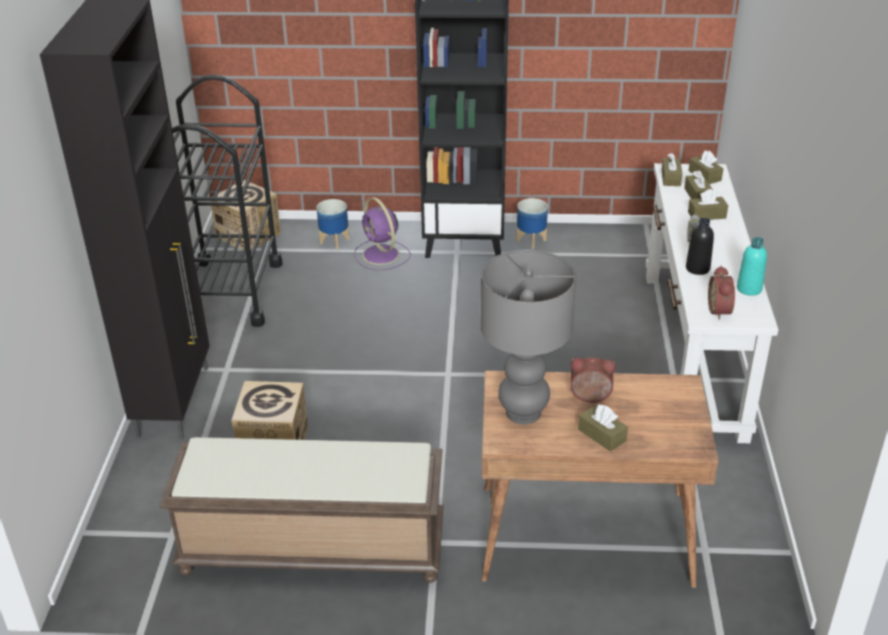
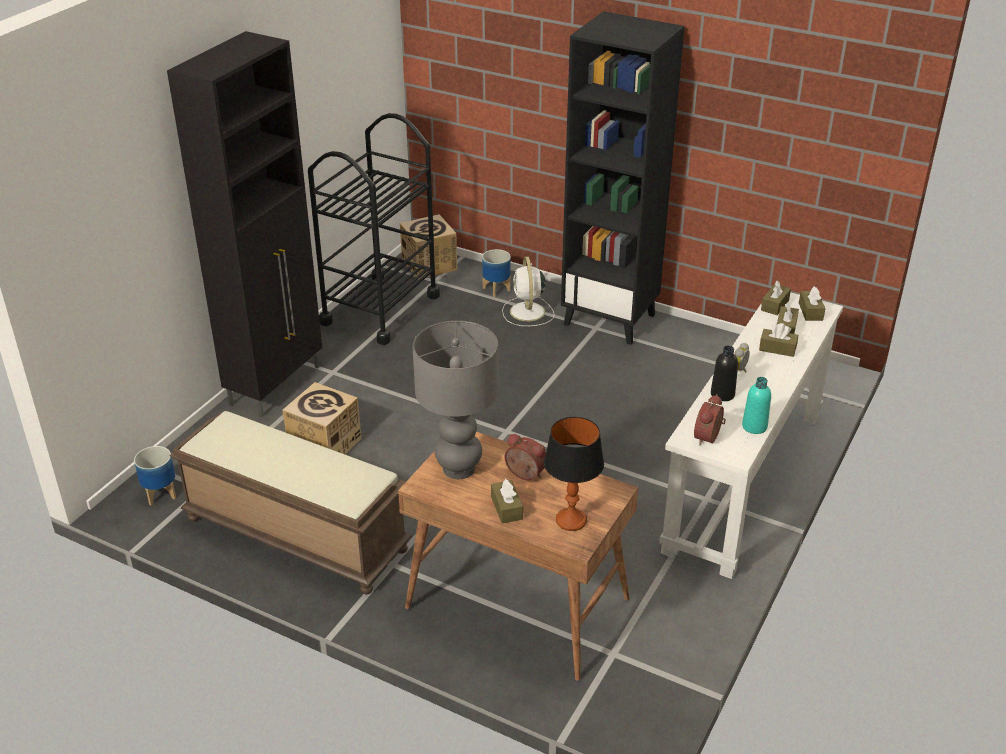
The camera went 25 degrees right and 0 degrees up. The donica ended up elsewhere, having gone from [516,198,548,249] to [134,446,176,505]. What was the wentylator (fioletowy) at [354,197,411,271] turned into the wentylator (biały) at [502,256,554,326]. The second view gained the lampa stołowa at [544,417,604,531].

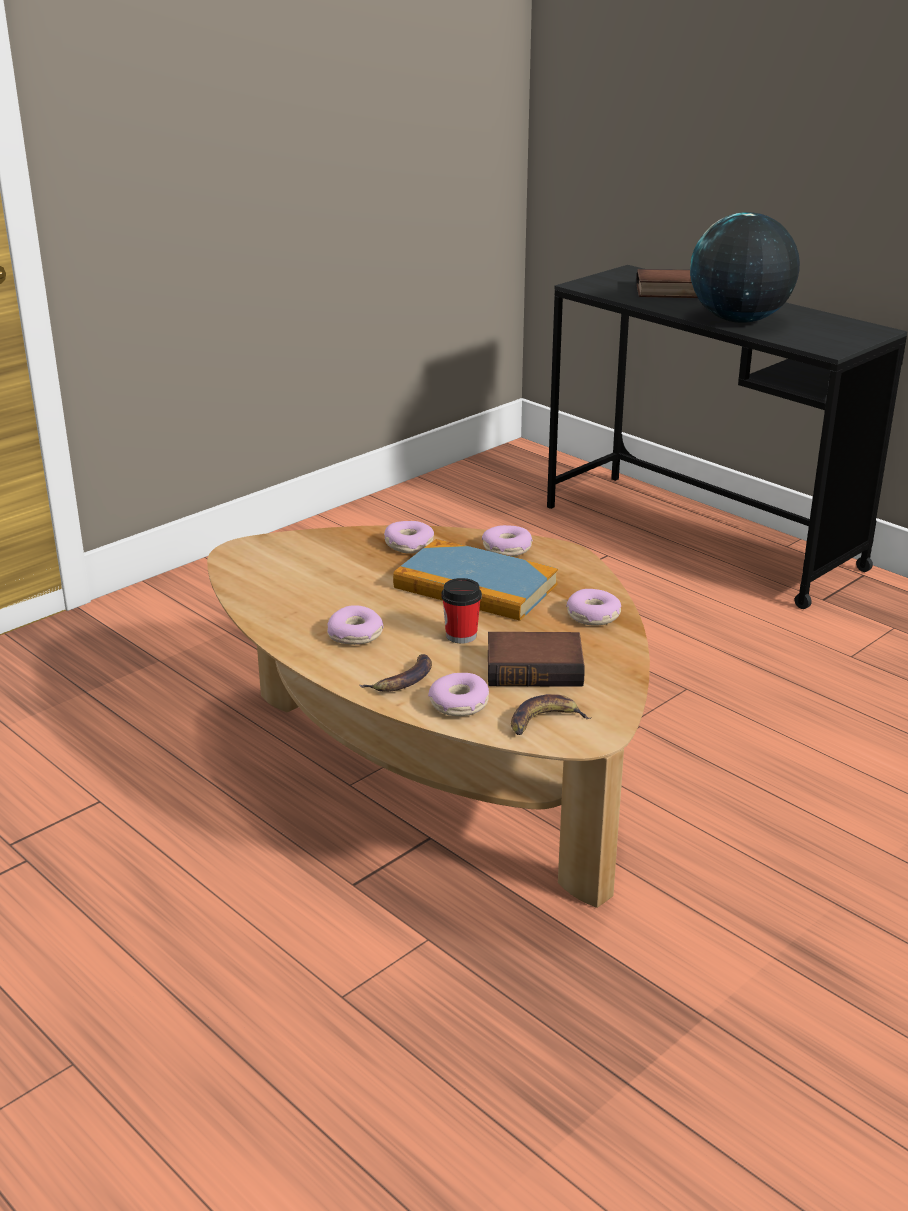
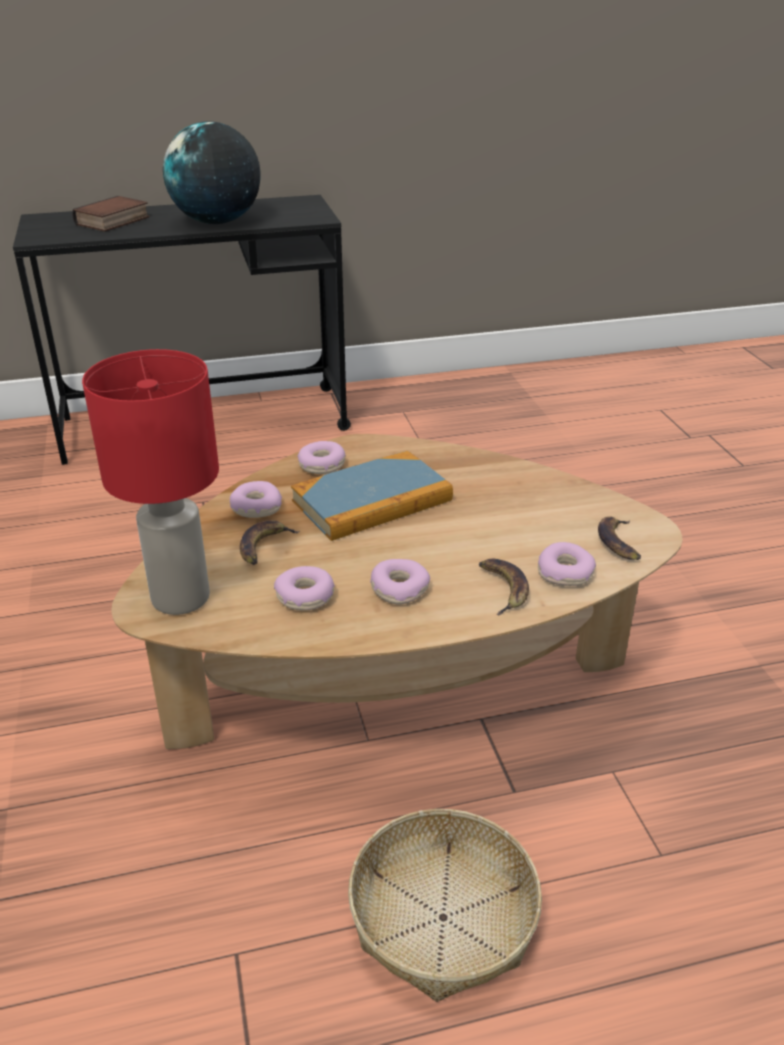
The camera went 60 degrees left and 5 degrees up. The second view gained the lampa stołowa (czerwony) at [82,349,219,615]. The second view gained the banan at [240,520,300,565]. The donut ended up elsewhere, having gone from [566,589,621,626] to [274,566,335,611]. The second view gained the koszyk at [348,809,542,1002]. The second view lost the filiżanka at [441,578,482,643]. The second view lost the książka at [488,632,585,687].

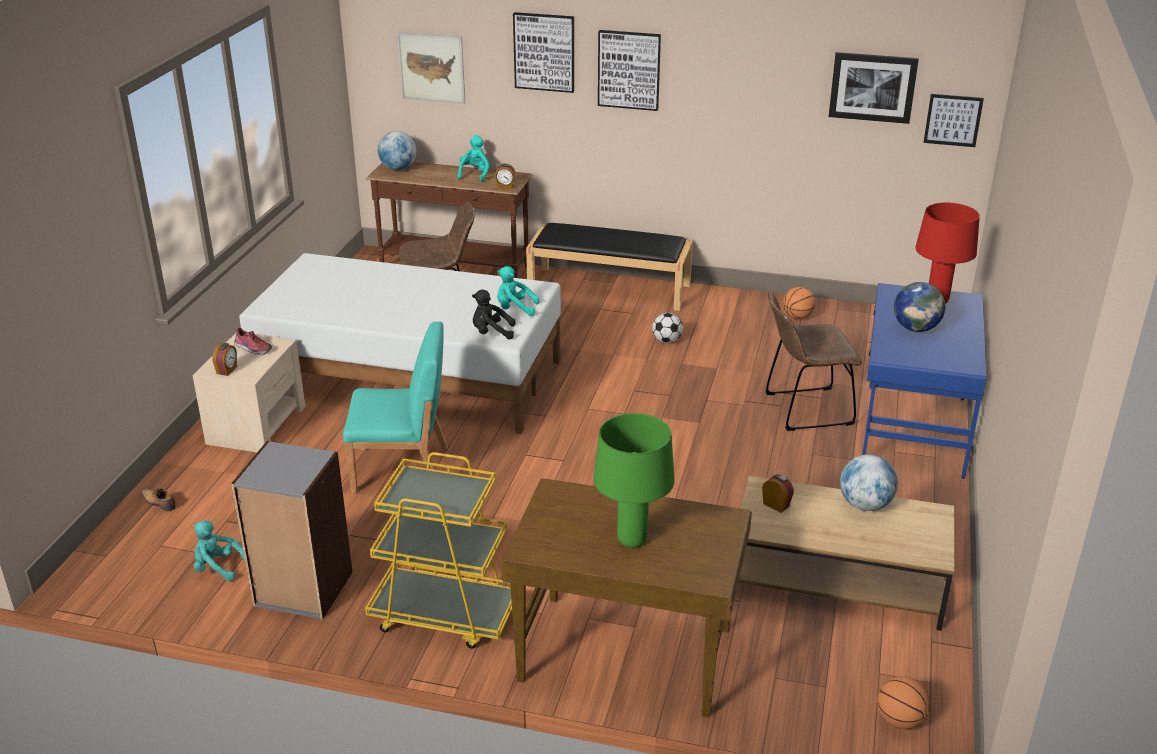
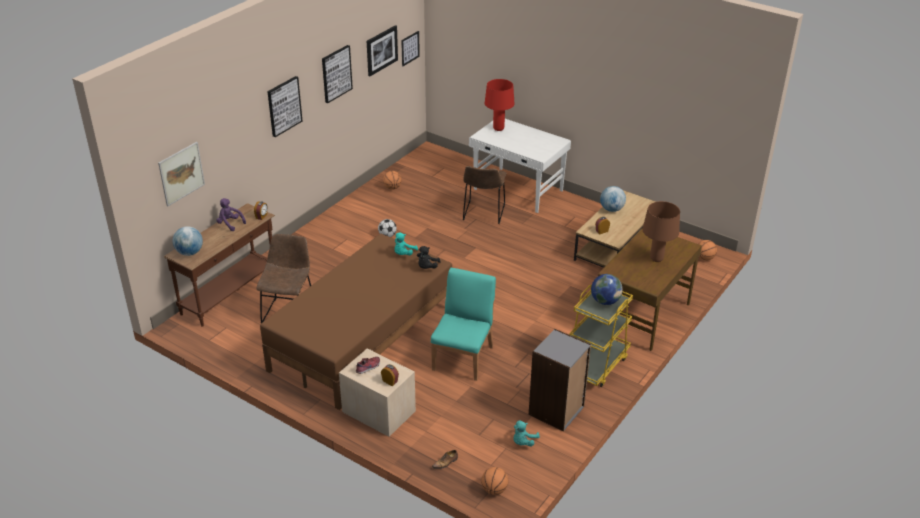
The camera went 70 degrees left and 5 degrees up. What was the pluszak (turkusowy) at [457,135,489,182] turned into the pluszak (fioletowy) at [216,198,246,231]. What was the łóżko (biały) at [239,253,561,434] turned into the łóżko (brązowy) at [260,234,452,410]. The obraz ended up elsewhere, having gone from [513,12,574,93] to [322,45,353,103]. What was the biurko (niebieski) at [862,283,987,479] turned into the biurko (biały) at [469,119,571,213]. The second view gained the piłka do koszykówki at [481,467,509,495]. The globus ended up elsewhere, having gone from [894,282,945,332] to [591,274,623,305]. What was the lampa stołowa (zielony) at [593,413,675,548] turned into the lampa stołowa (brązowy) at [643,201,680,262]. The second view lost the ławka (czarny) at [526,223,693,311].

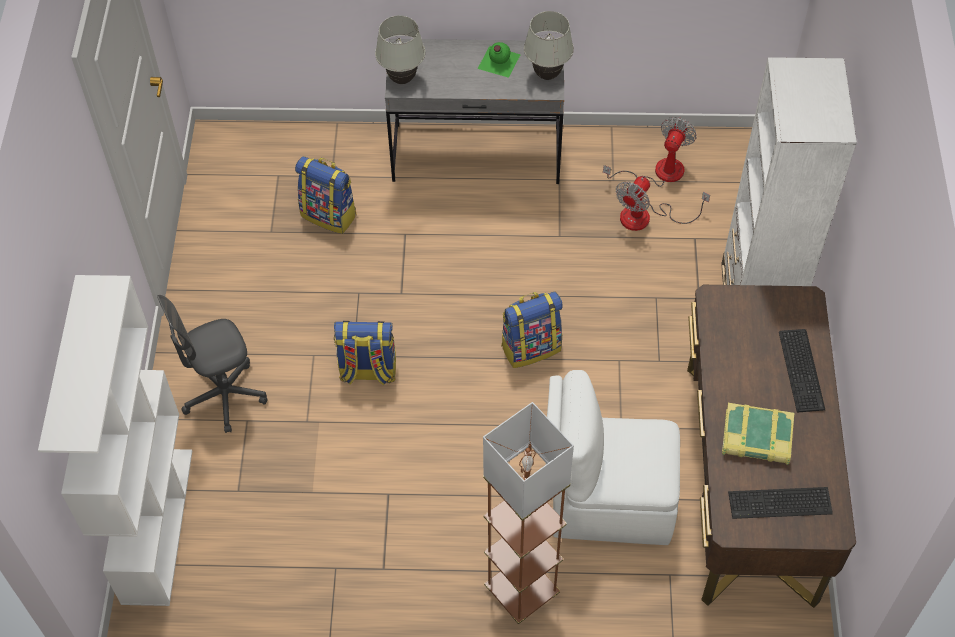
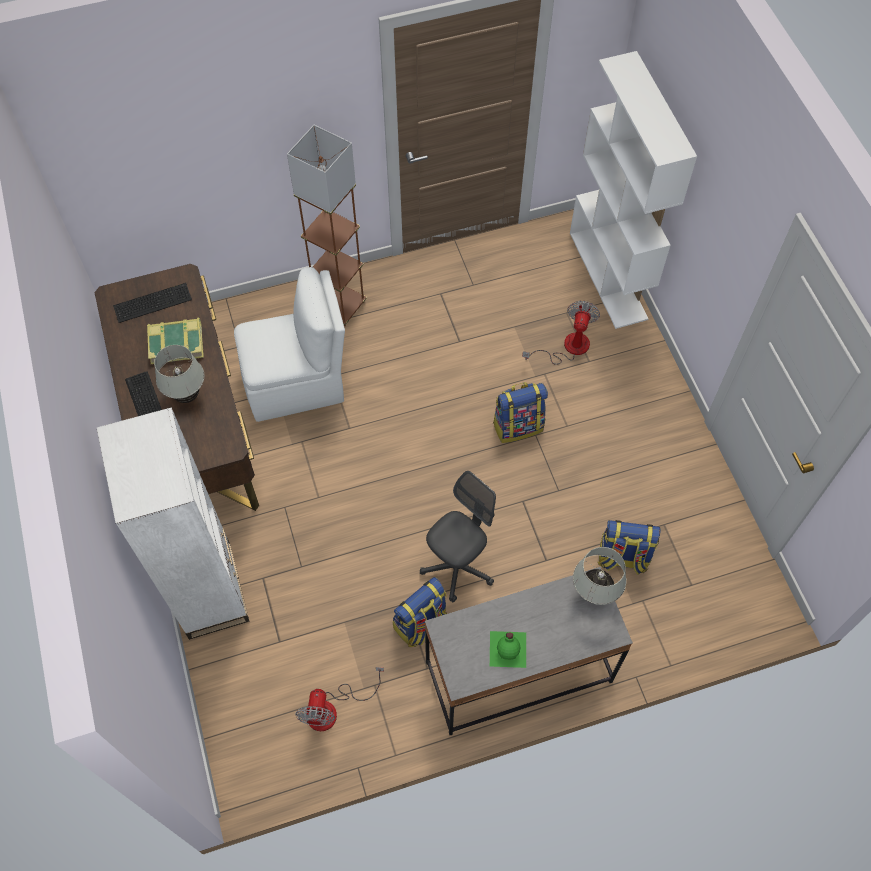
The camera went 160 degrees right and 5 degrees up. The lampa stołowa (biały) ended up elsewhere, having gone from [524,11,574,80] to [154,345,204,403]. The plecak ended up elsewhere, having gone from [501,292,563,368] to [393,577,447,647]. The krzesło biurowe (szary) ended up elsewhere, having gone from [157,295,268,433] to [420,471,496,602]. The wentylator ended up elsewhere, having gone from [616,176,710,231] to [522,301,600,365].

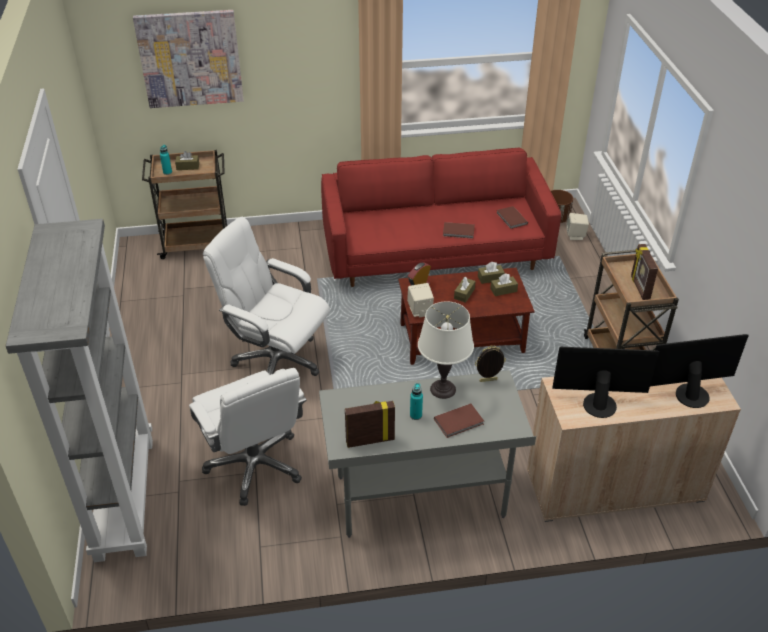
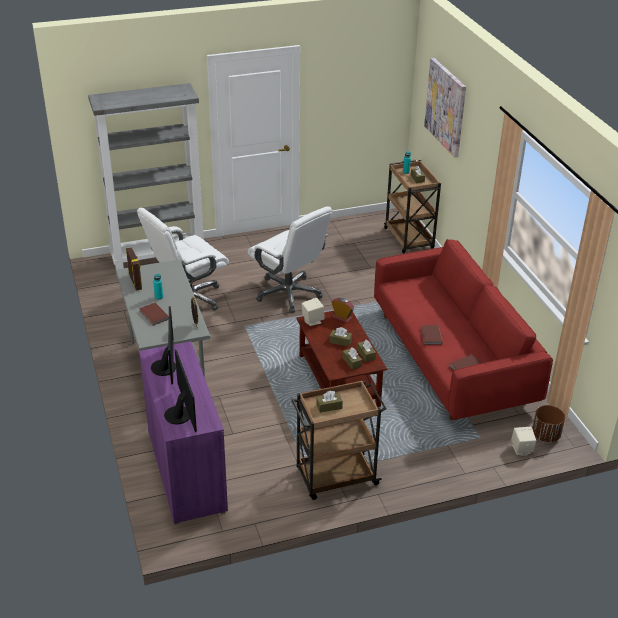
The camera went 80 degrees right and 5 degrees down. What was the szafka (beżowy) at [527,377,741,522] turned into the szafka (fioletowy) at [139,341,228,525]. The krzesło biurowe (biały) at [203,217,330,376] ended up facing another way, 120 degrees clockwise from before. Where the ramka na zdjęcie stood at [631,244,658,300], the pudełko chusteczek (brązowy) came to stand at [316,391,343,413]. The second view lost the lampa stołowa (biały) at [418,301,474,399].

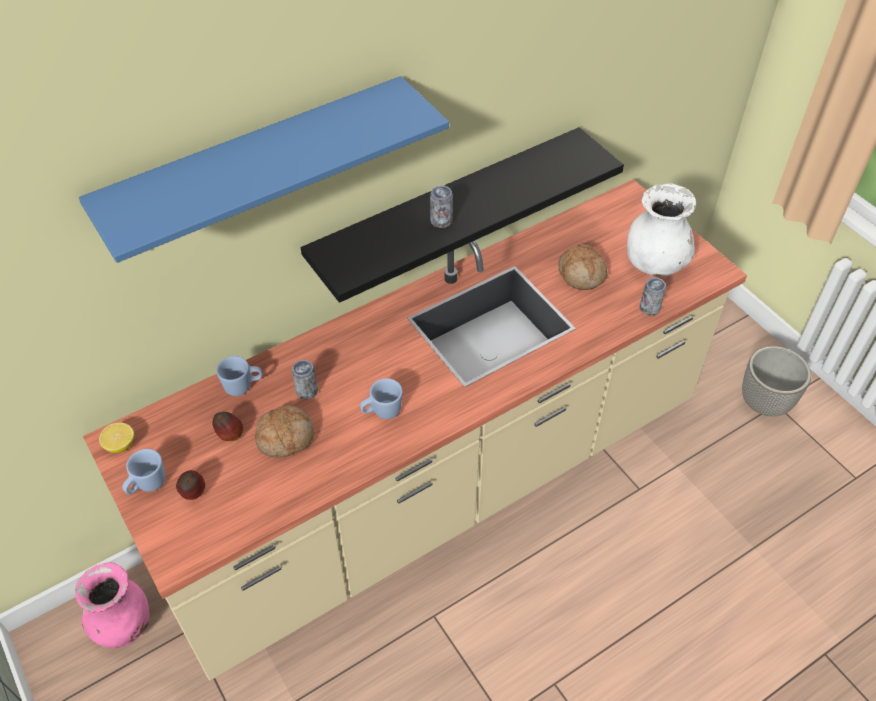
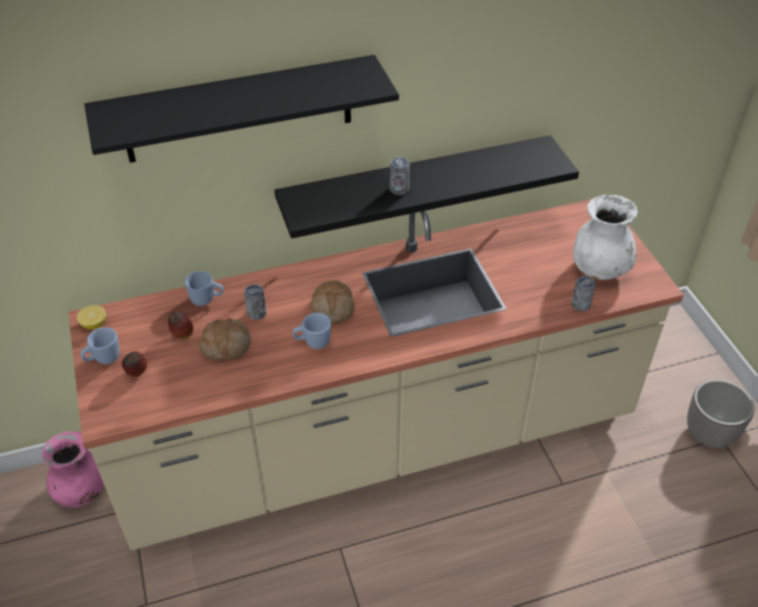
The camera went 15 degrees right and 5 degrees down. What was the półka (niebieski) at [79,76,449,263] turned into the półka (czarny) at [84,55,399,163]. The chleb ended up elsewhere, having gone from [558,244,608,290] to [311,280,354,324].

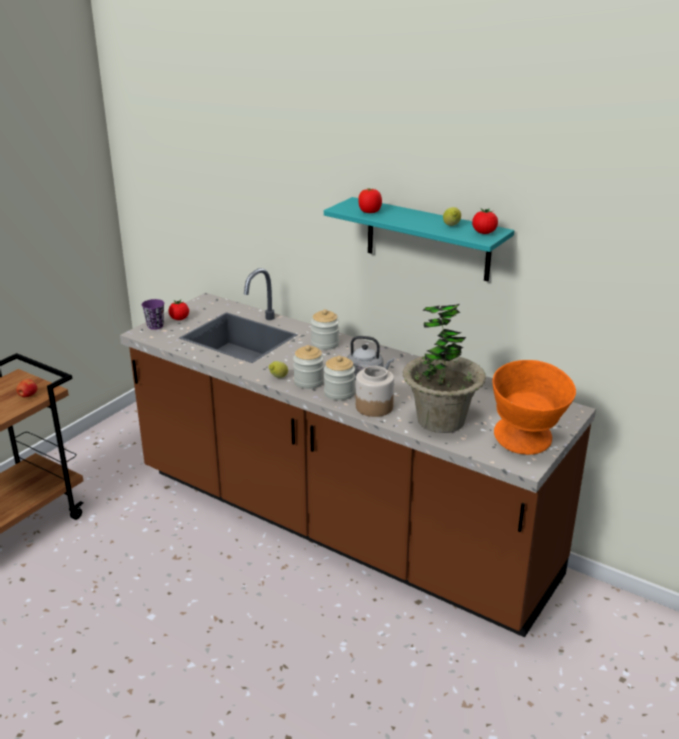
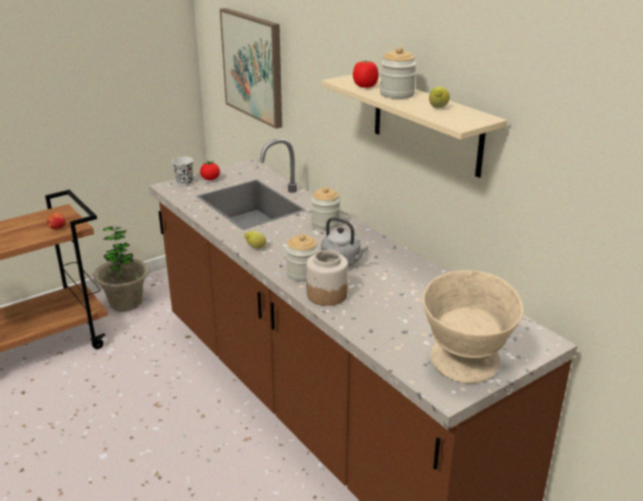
The camera went 20 degrees right and 0 degrees up. The roślina doniczkowa ended up elsewhere, having gone from [403,304,486,433] to [93,226,150,312]. What was the filiżanka (fioletowy) at [142,299,164,330] turned into the filiżanka (biały) at [172,156,194,186]. The second view gained the obraz at [220,8,282,129]. What was the półka (turkusowy) at [324,197,514,281] turned into the półka (beżowy) at [321,74,507,178]. The słoik ended up elsewhere, having gone from [293,345,324,389] to [380,47,417,99]. What was the miska (pomarańczowy) at [492,360,576,455] turned into the miska (beżowy) at [423,270,523,383]. The second view lost the pomidor at [472,208,498,234].

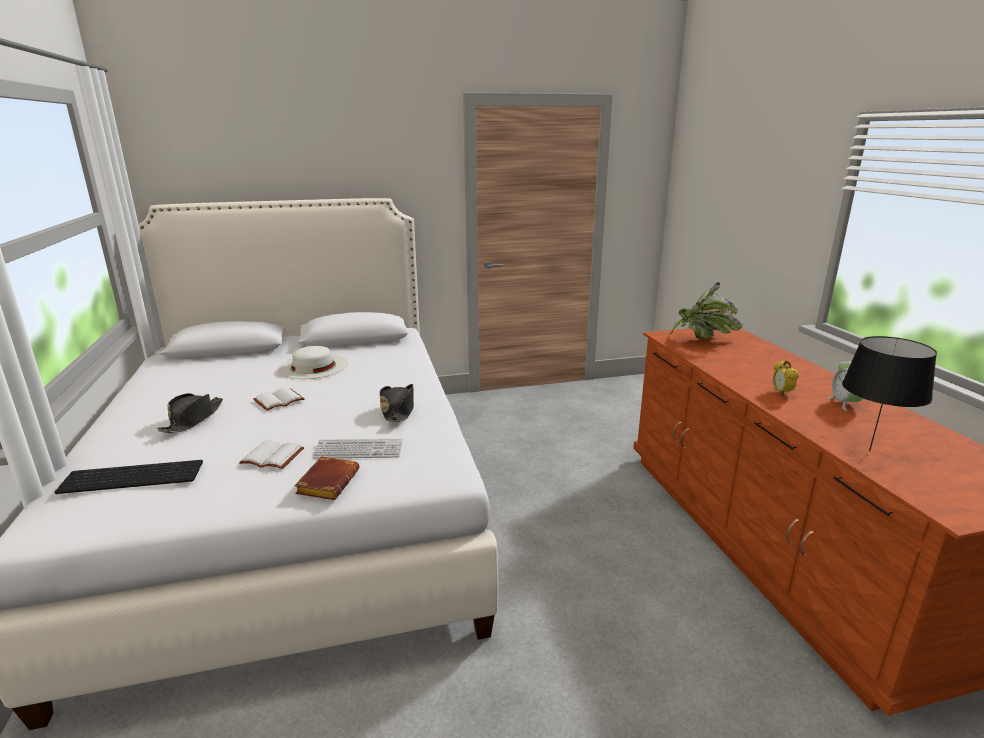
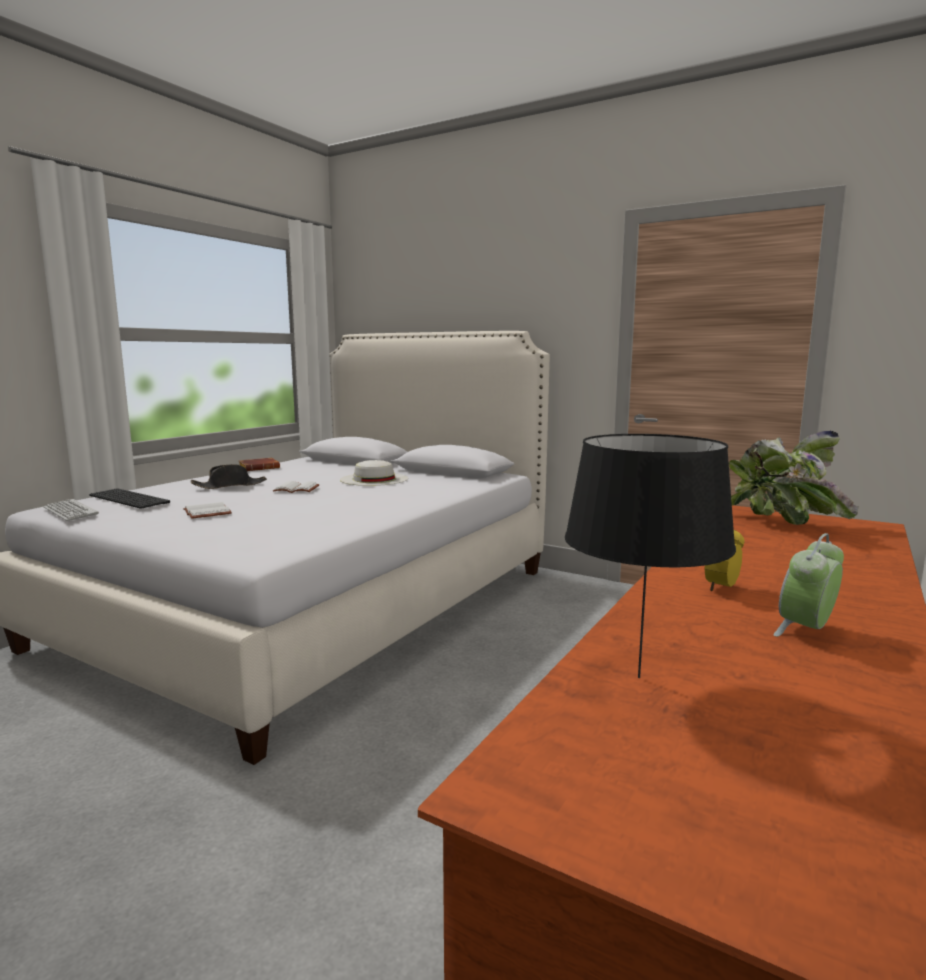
The camera went 45 degrees right and 10 degrees down. The klawiatura ended up elsewhere, having gone from [313,439,403,459] to [44,499,99,521]. The książka (brązowy) ended up elsewhere, having gone from [295,456,359,500] to [238,458,280,471]. The second view lost the kapelusz (czarny) at [380,384,414,422].

